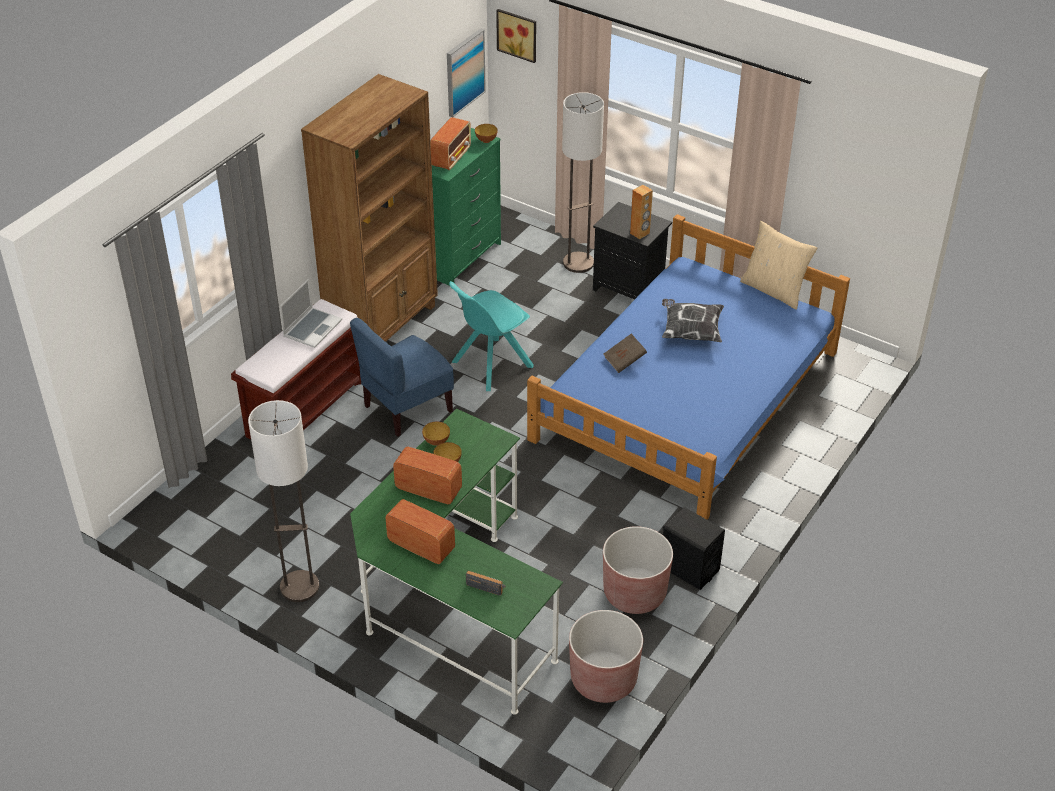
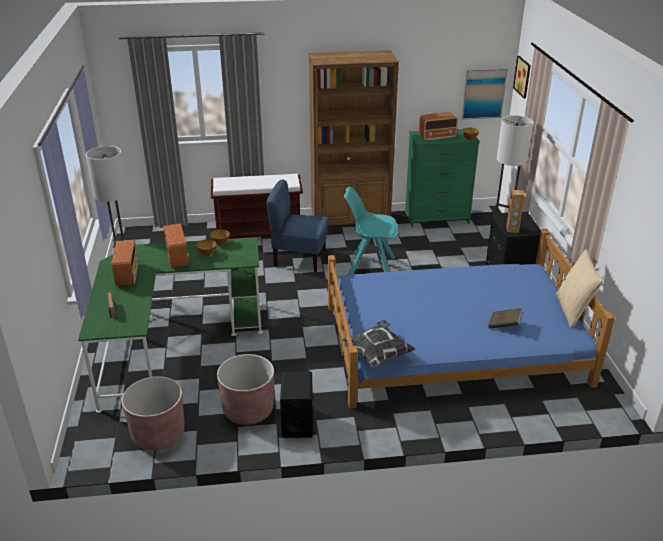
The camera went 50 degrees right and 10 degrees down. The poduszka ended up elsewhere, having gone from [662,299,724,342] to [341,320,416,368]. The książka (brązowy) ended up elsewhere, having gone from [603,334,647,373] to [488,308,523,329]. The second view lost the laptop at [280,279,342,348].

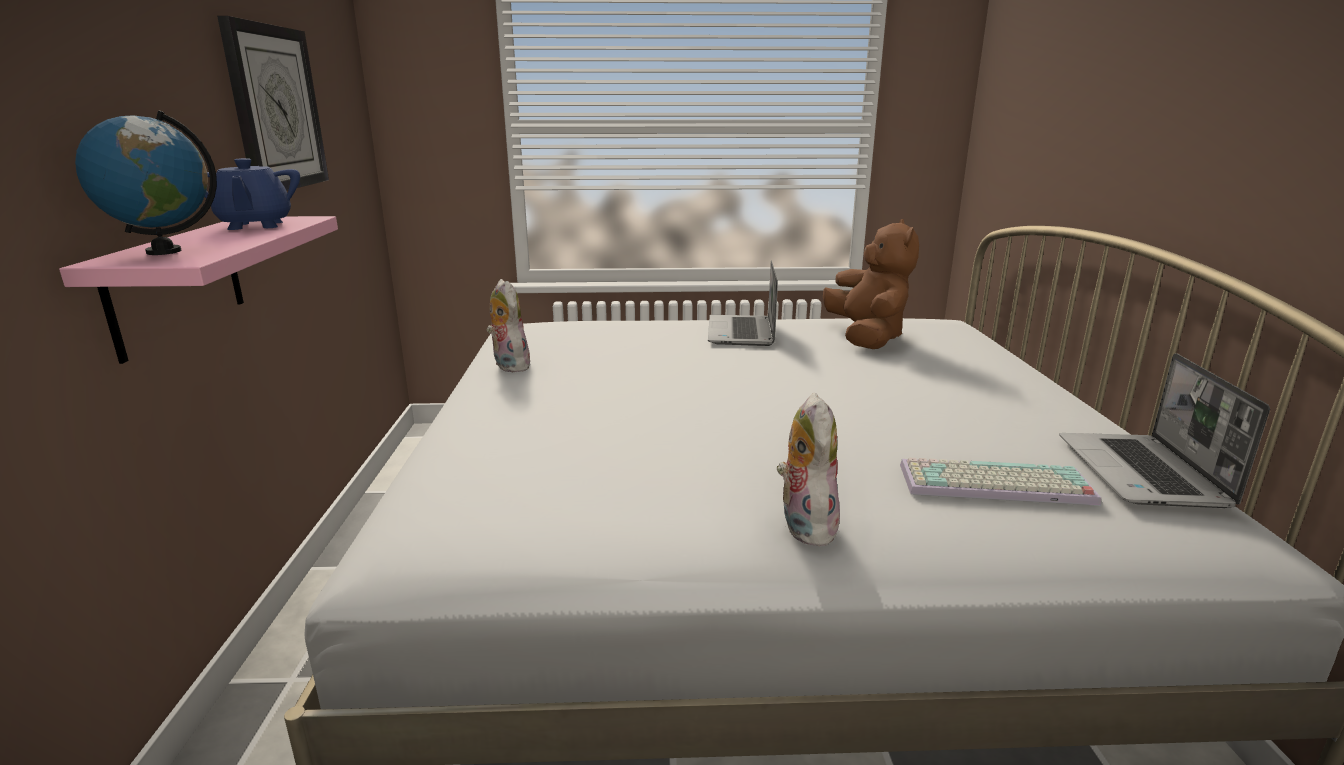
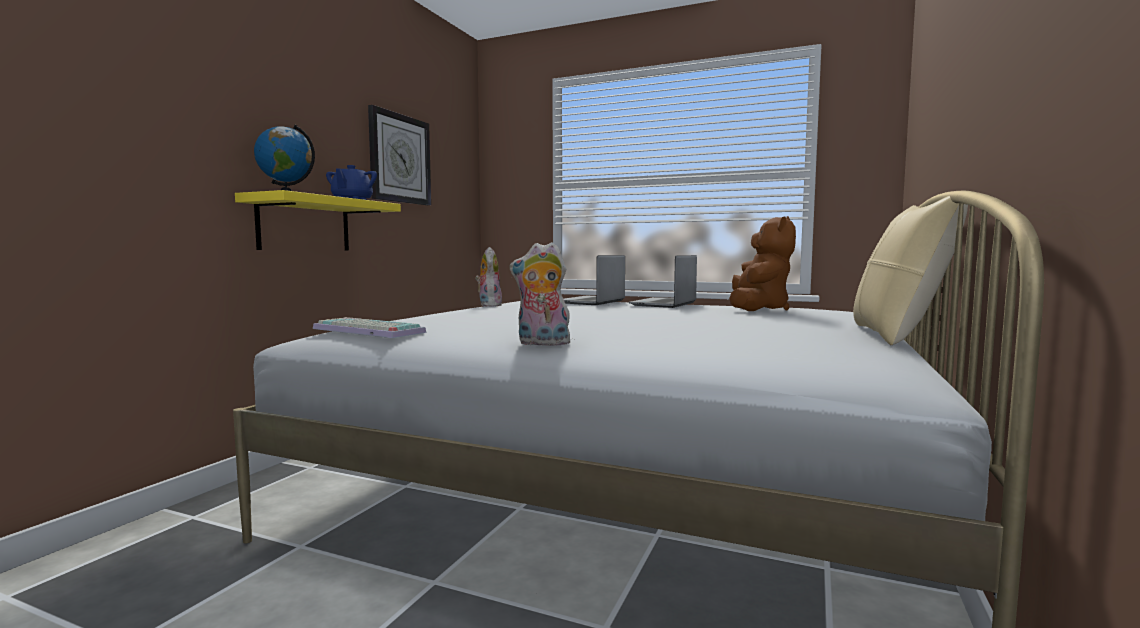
The camera went 25 degrees right and 15 degrees down. What was the półka (różowy) at [59,216,338,364] turned into the półka (żółty) at [235,190,401,250]. The klawiatura ended up elsewhere, having gone from [900,457,1101,506] to [313,317,426,338]. The pluszak at [777,393,840,547] ended up facing another way, 105 degrees counterclockwise from before. The laptop ended up elsewhere, having gone from [1059,353,1270,508] to [564,255,625,305]. The second view gained the poduszka (beżowy) at [853,196,968,345].

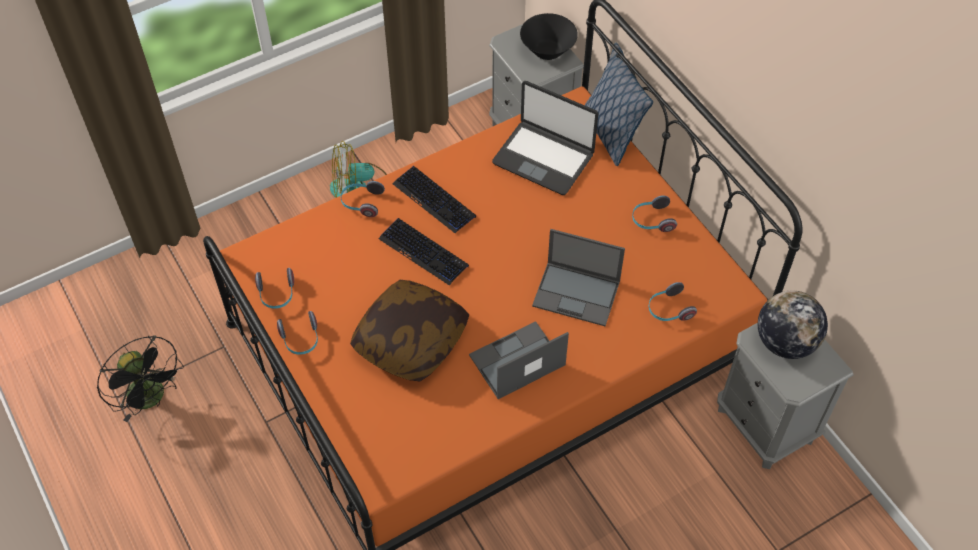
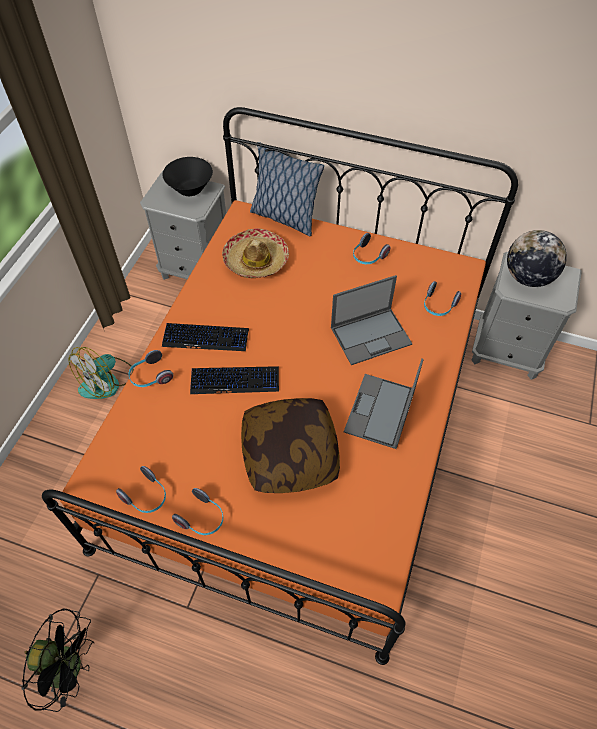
The camera went 40 degrees left and 0 degrees up. Where the laptop stood at [492,81,599,195], the kapelusz came to stand at [222,228,289,278].

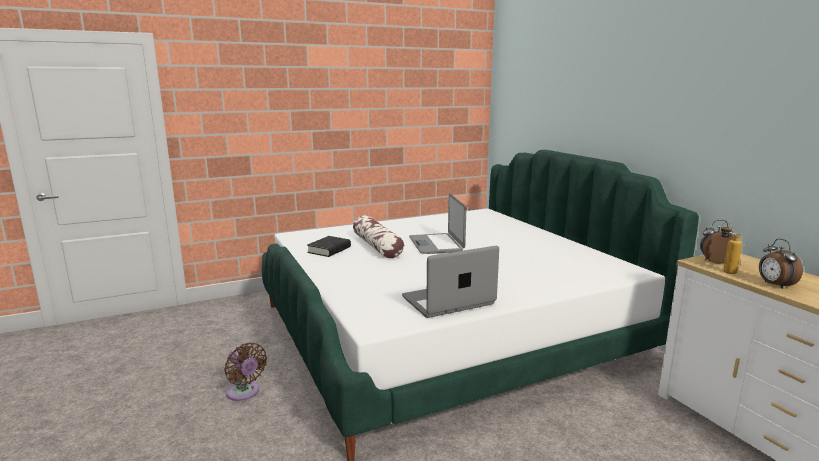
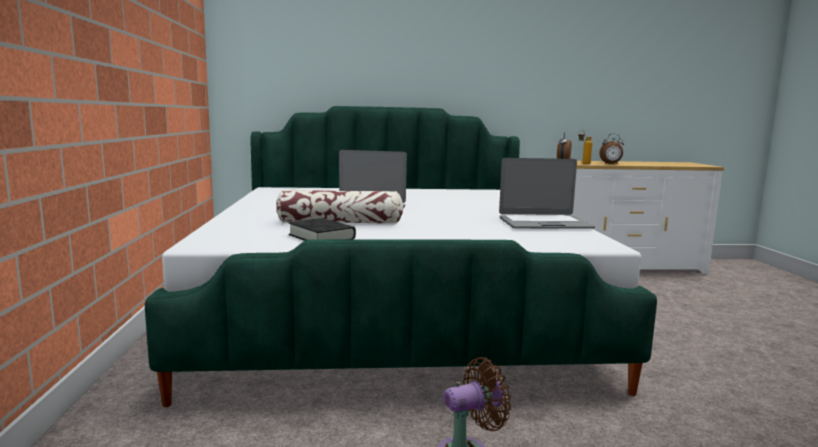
The camera went 70 degrees left and 5 degrees down. The laptop at [402,246,499,318] ended up facing another way, 90 degrees counterclockwise from before.

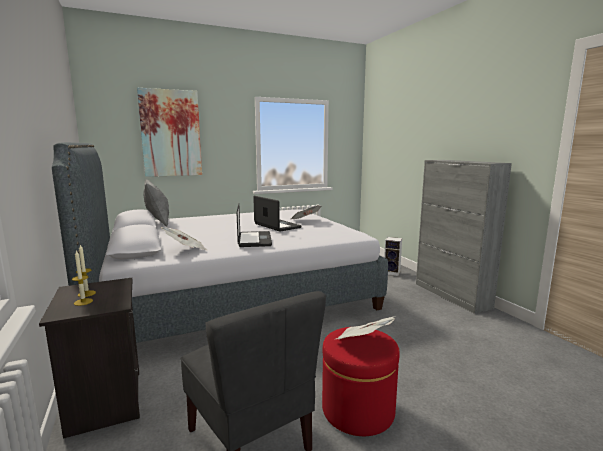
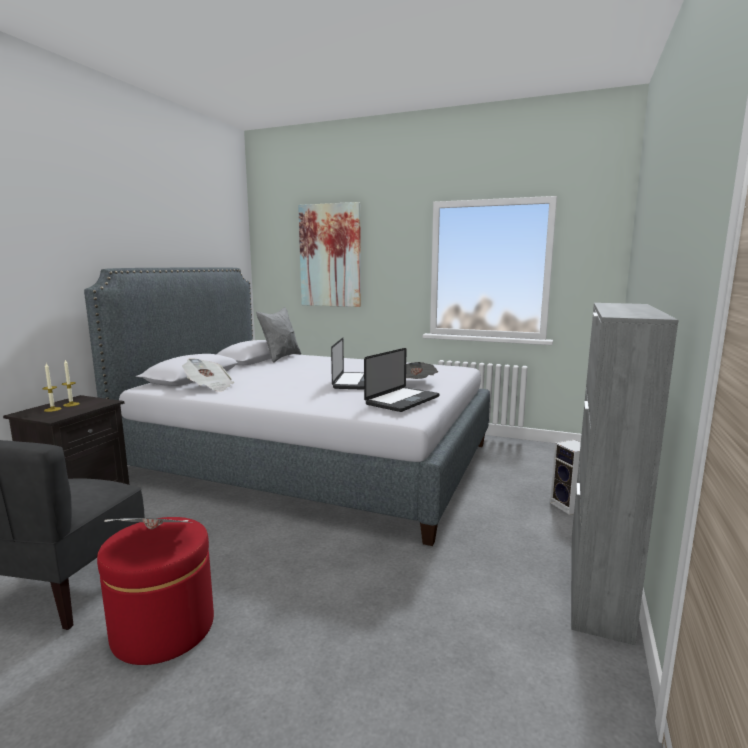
The camera went 45 degrees right and 0 degrees up. The laptop ended up elsewhere, having gone from [237,204,272,247] to [364,348,440,412].

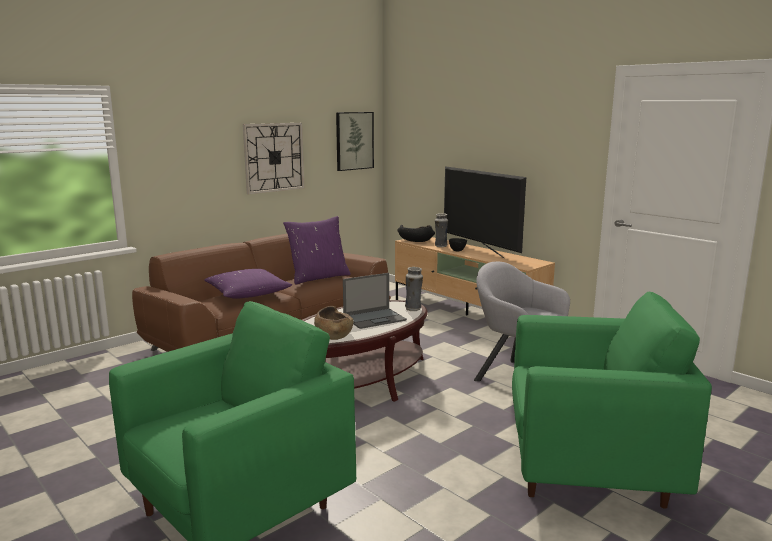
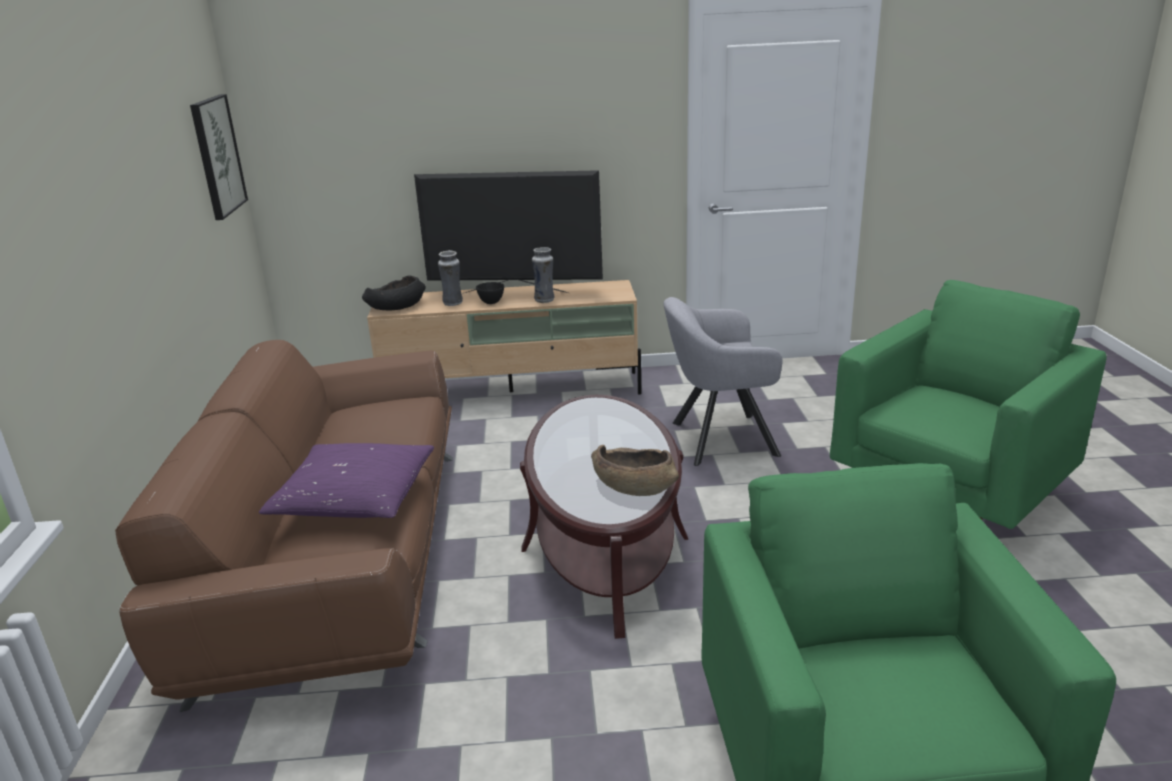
The camera went 50 degrees left and 10 degrees up. The wazon ended up elsewhere, having gone from [405,267,423,311] to [532,247,554,303]. The second view lost the zegar ścienny at [243,123,304,194]. The second view lost the poduszka (fioletowy) at [283,216,351,285]. The second view lost the laptop at [343,273,407,329].

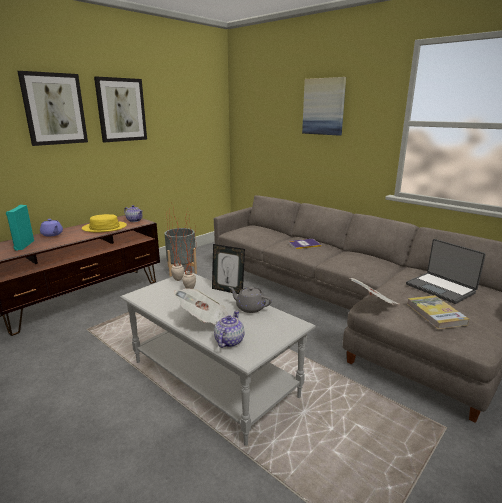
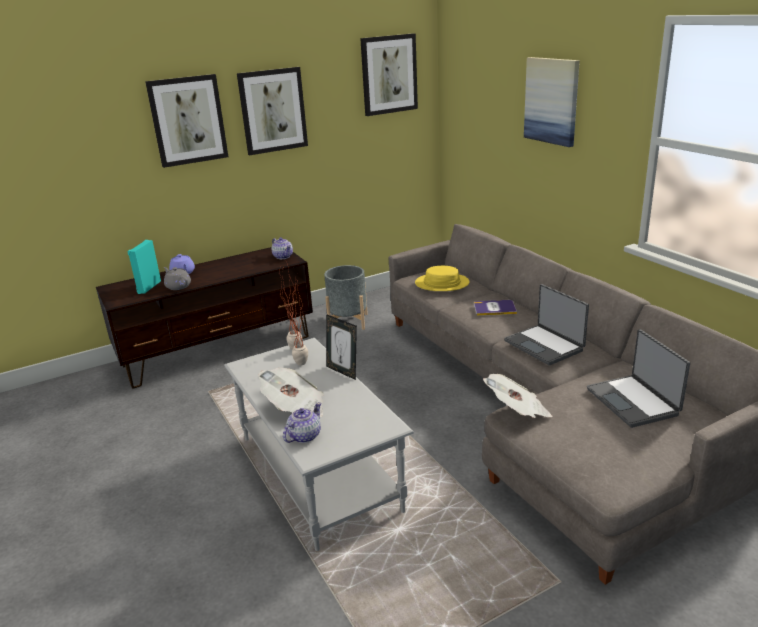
The camera went 20 degrees right and 5 degrees up. The imbryk (szary) ended up elsewhere, having gone from [229,287,272,313] to [164,267,191,290]. The second view gained the obraz at [360,33,418,116]. The kapelusz (żółty) ended up elsewhere, having gone from [82,214,127,233] to [415,266,470,291]. The second view gained the laptop at [504,284,589,365]. The second view lost the książka at [407,295,469,329].

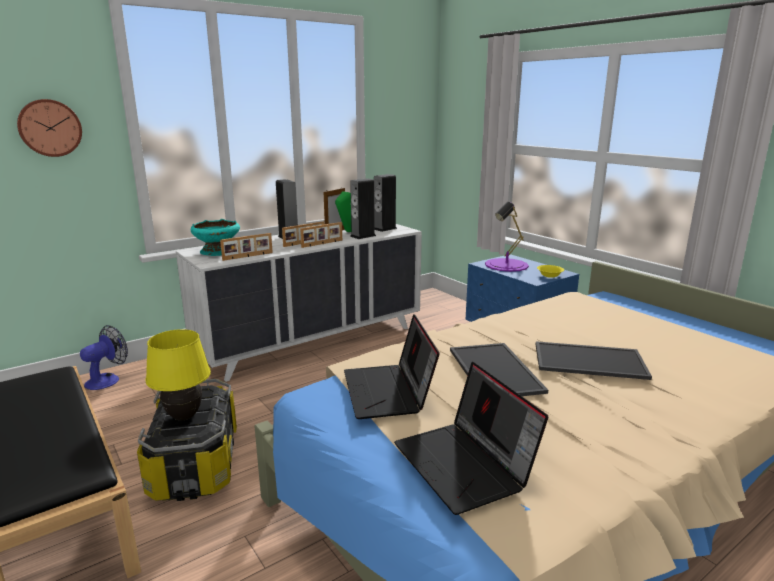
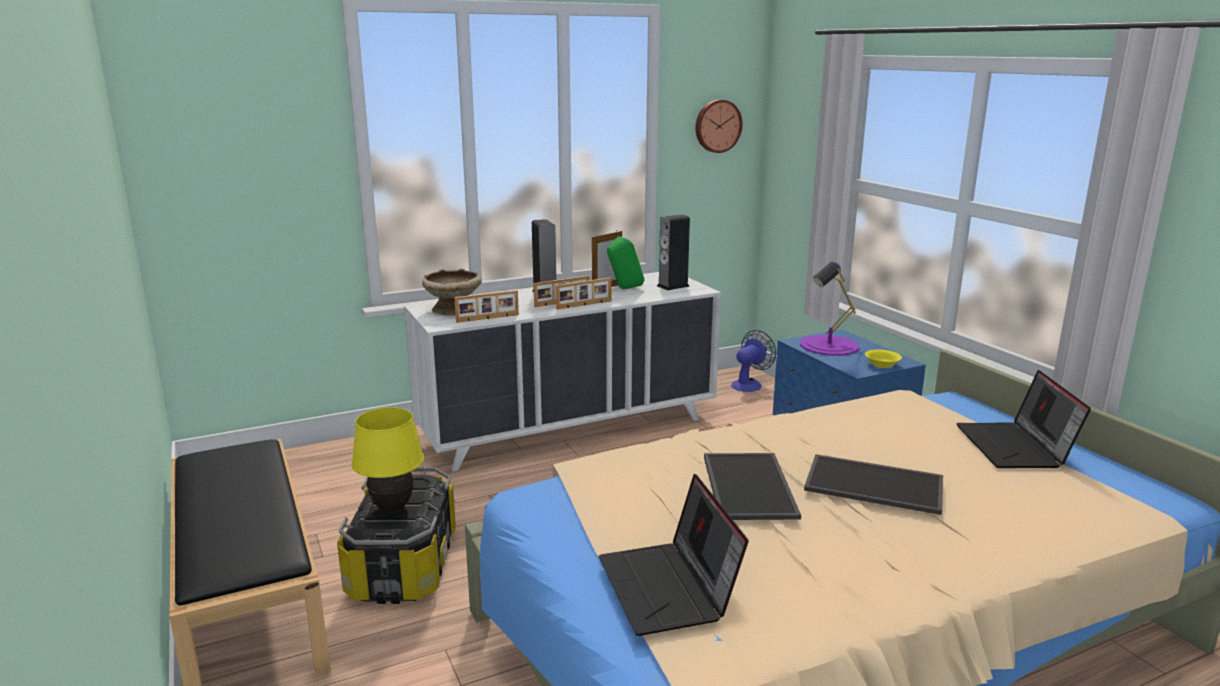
The camera went 10 degrees right and 0 degrees up. What was the miska (turkusowy) at [190,219,240,256] turned into the miska (beżowy) at [422,269,482,316]. The zegar ścienny ended up elsewhere, having gone from [17,99,82,157] to [695,100,743,153]. The wentylator ended up elsewhere, having gone from [80,325,128,390] to [731,330,776,392]. The laptop ended up elsewhere, having gone from [344,314,440,419] to [956,370,1091,468]. The second view lost the głośnik at [350,178,376,239].

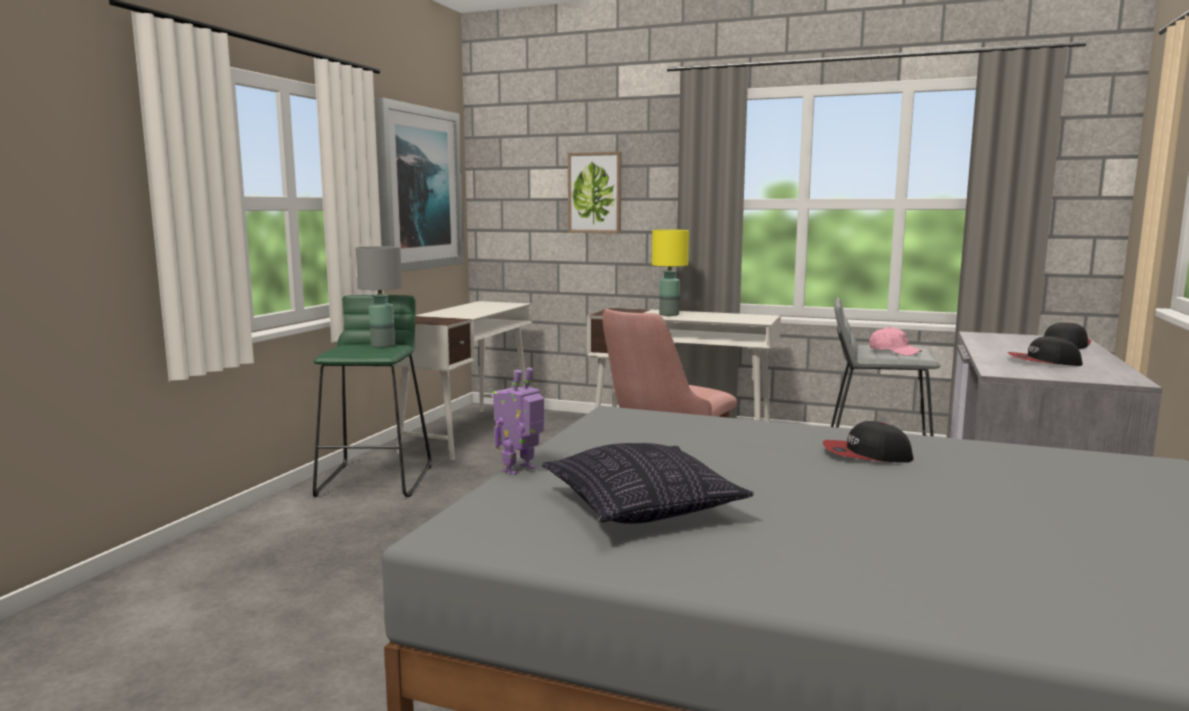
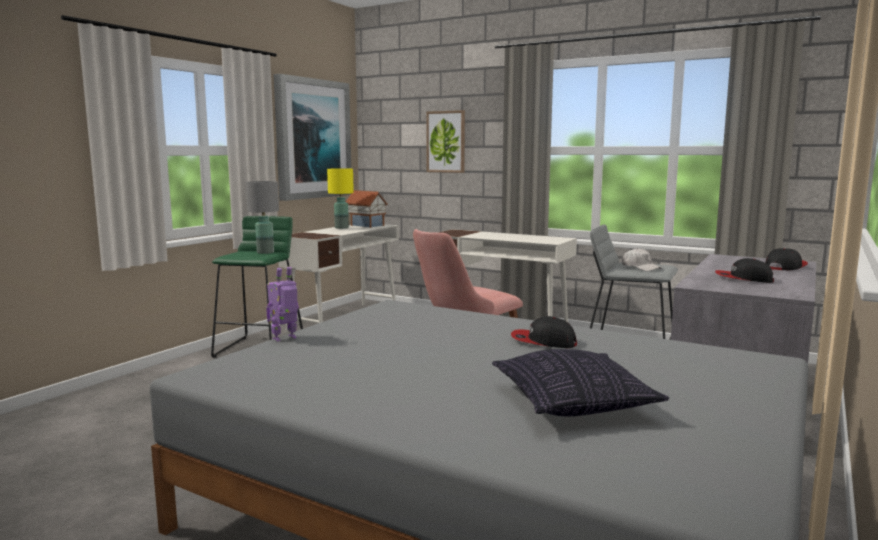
The camera went 10 degrees right and 0 degrees up. The lampa stołowa (żółty) ended up elsewhere, having gone from [652,230,689,316] to [327,168,354,229]. The second view gained the domek at [346,190,388,228]. The poduszka ended up elsewhere, having gone from [542,443,754,524] to [492,349,669,416]. What was the czapka z daszkiem (różowy) at [869,327,922,356] turned into the czapka z daszkiem (biały) at [622,248,662,271].

